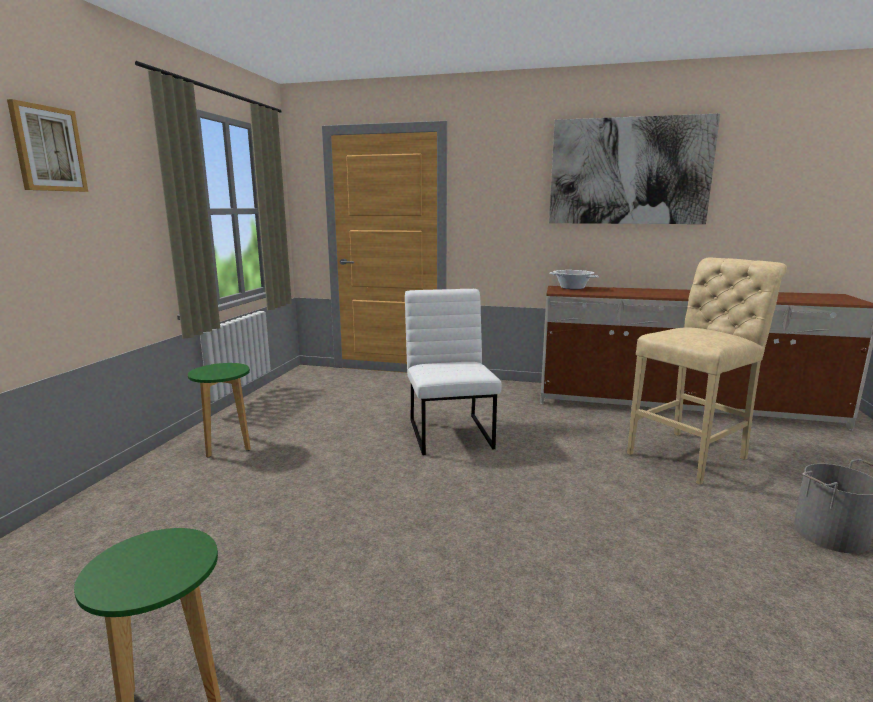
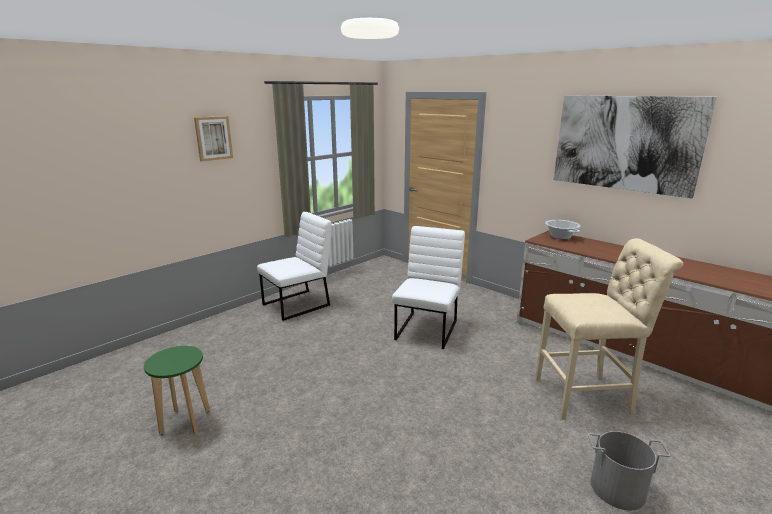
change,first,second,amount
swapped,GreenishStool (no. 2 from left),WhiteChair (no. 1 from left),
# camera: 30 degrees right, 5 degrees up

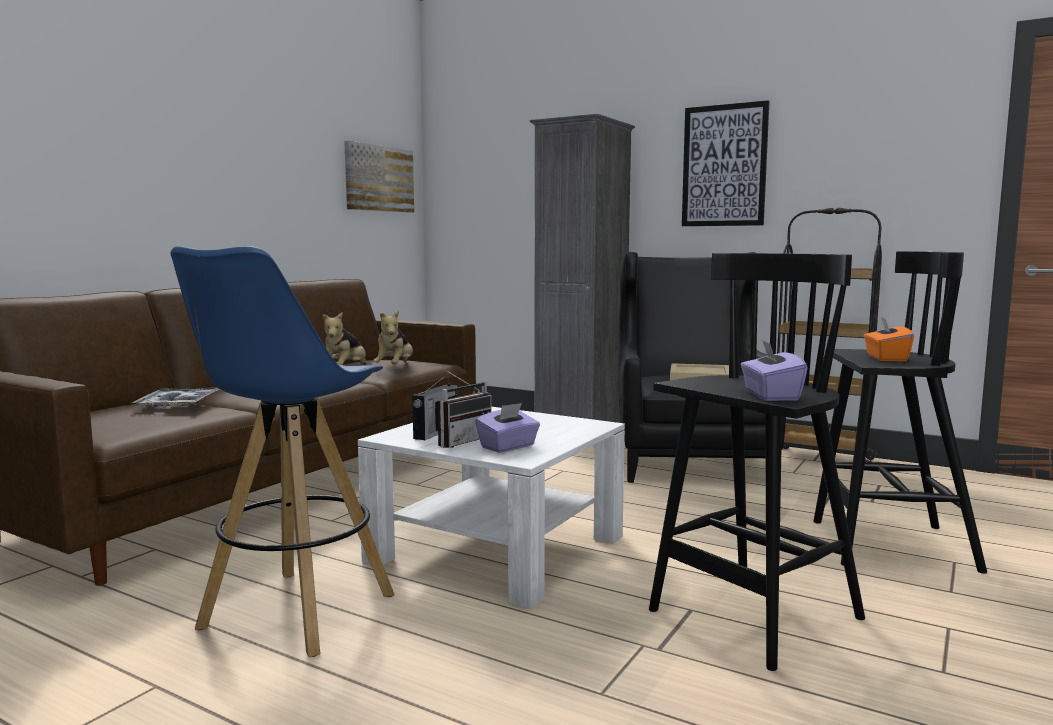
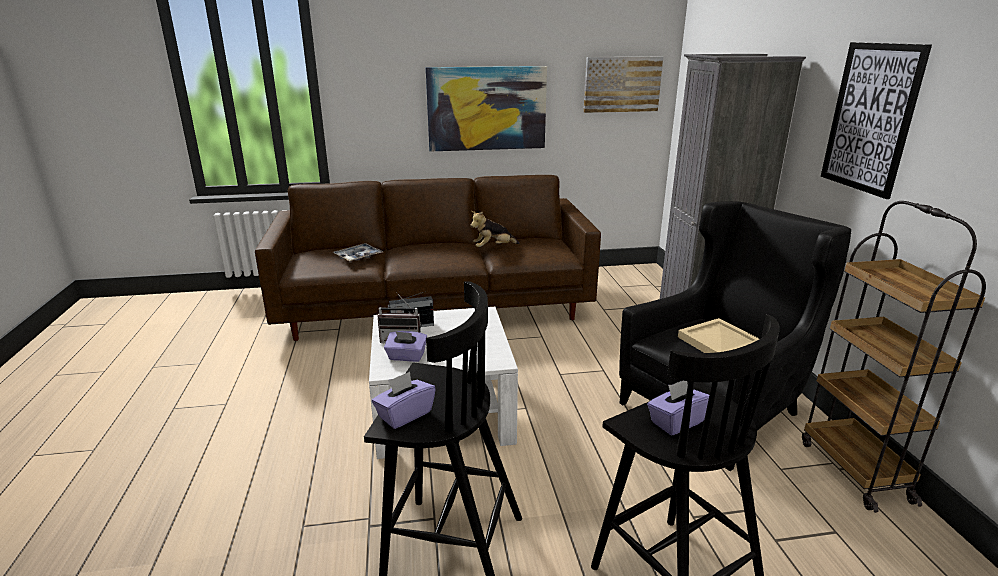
change,first,second,amount
gone,BluishStool,,
gone,SoftToy (no. 2 from left),,
new,,Picture (no. 1 from left),
repainted,OrangeColouredTissueHolder,PurpleColouredTissueHolder (no. 3 from left),
# camera: 50 degrees right, 15 degrees up

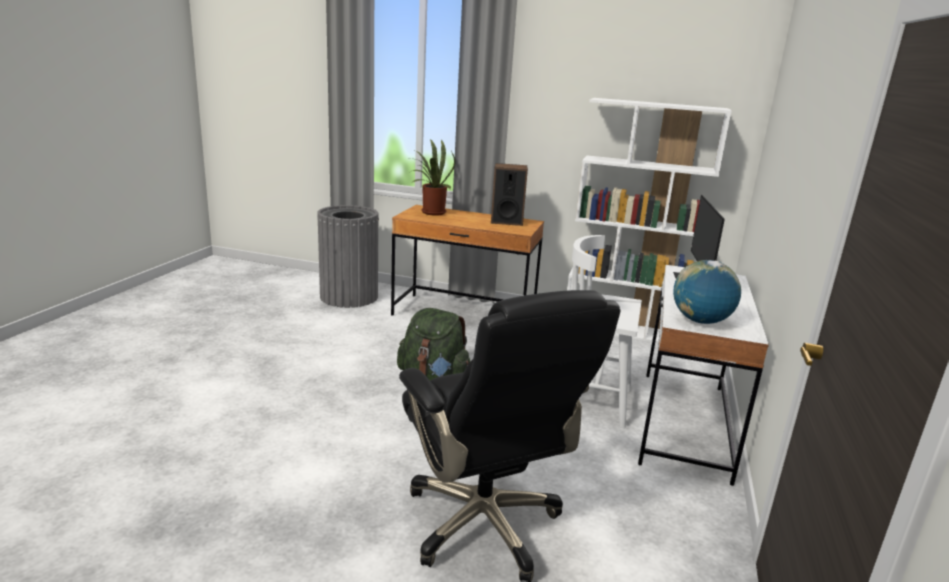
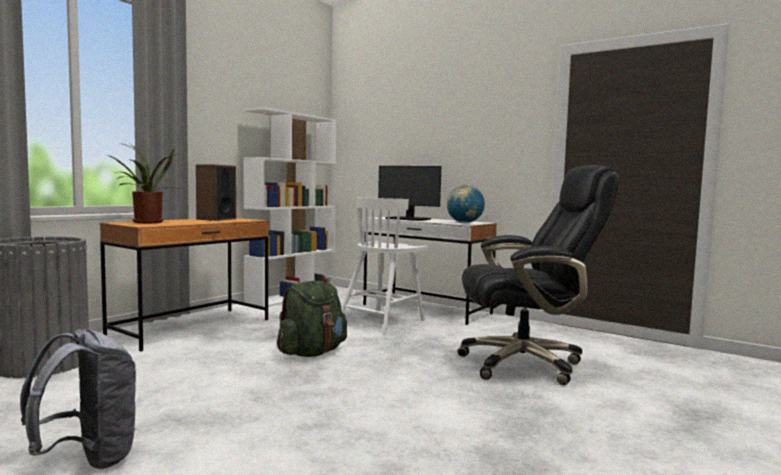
change,first,second,amount
new,,GrayKnapsack,
# camera: 70 degrees left, 15 degrees down

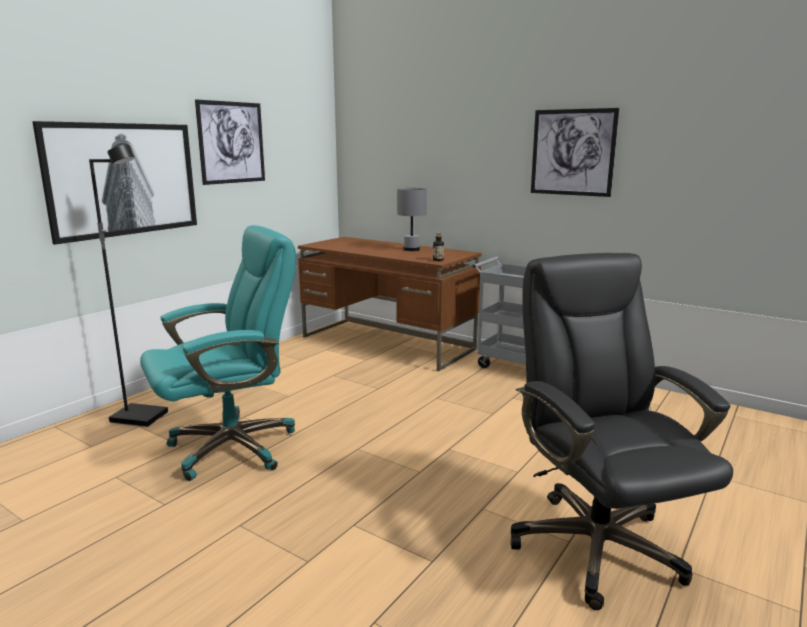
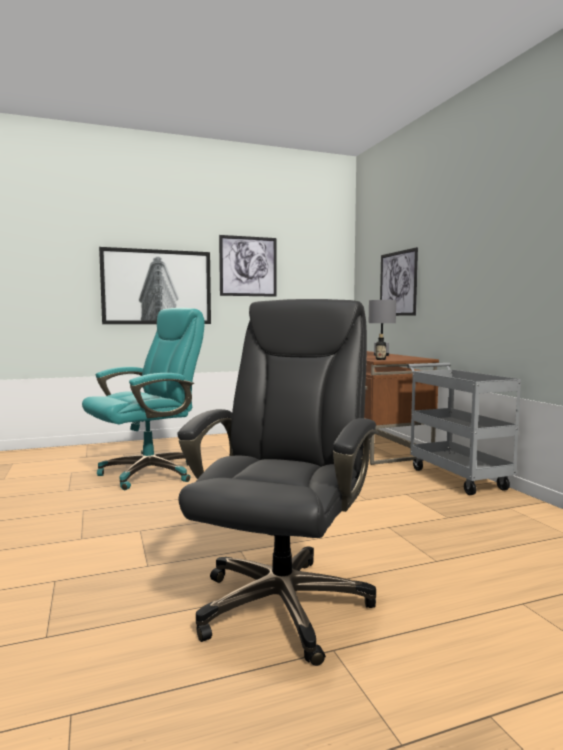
change,first,second,amount
gone,BlackStandingLamp,,
shifted,Picture (no. 3 from left),,
rotated,TurquoiseColouredDeskChair,,45 degrees counterclockwise
# camera: 35 degrees right, 10 degrees down

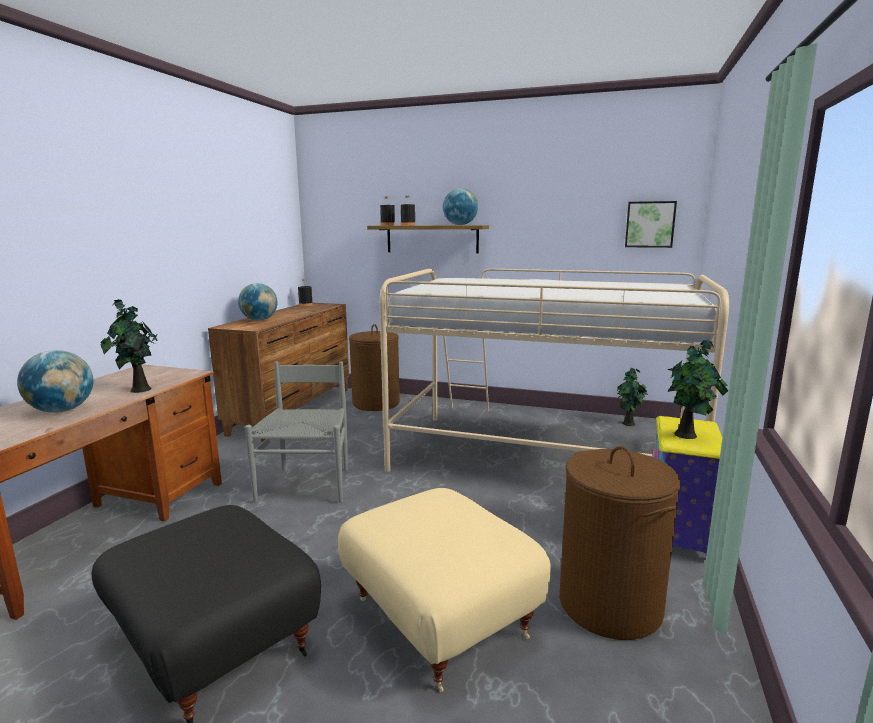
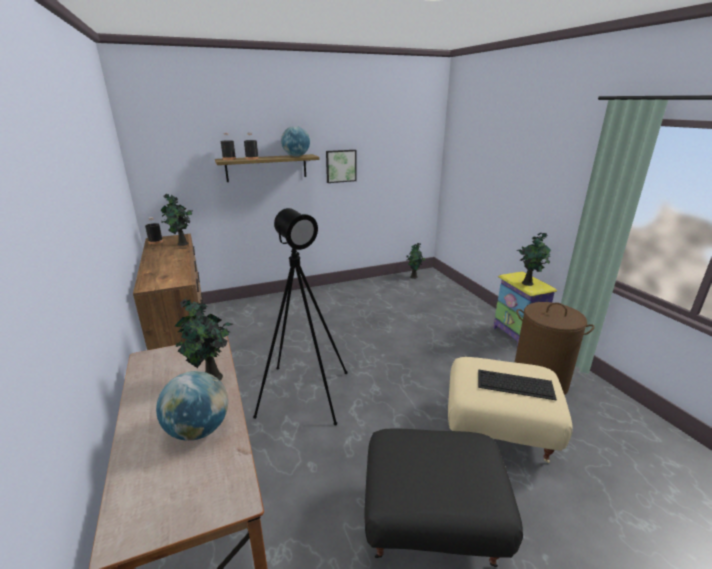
change,first,second,amount
gone,WorldGlobe (no. 2 from left),,
gone,BrownColouredLaundryBasket (no. 1 from left),,
gone,BeigeColouredBedroomBed,,
new,,PlantInAPot (no. 1 from left),
new,,Keyboard,
shifted,Picture,,
swapped,GrayChair,BlackStandingLamp,
# camera: 40 degrees left, 10 degrees up

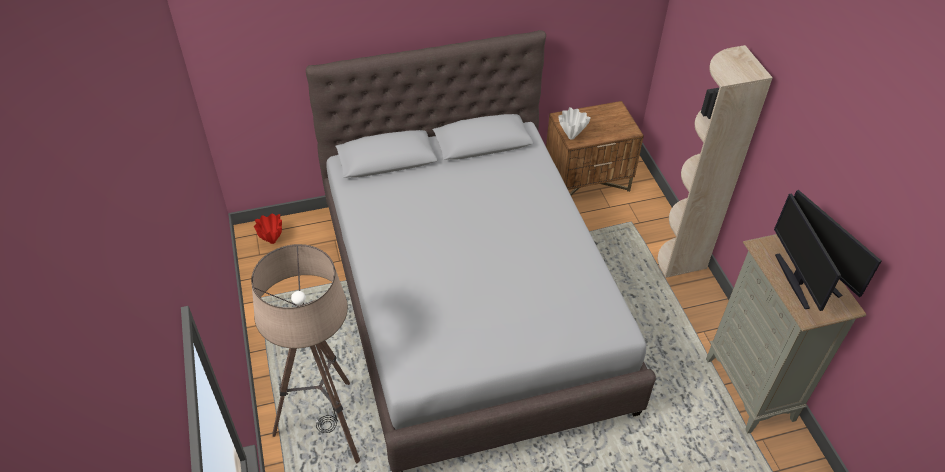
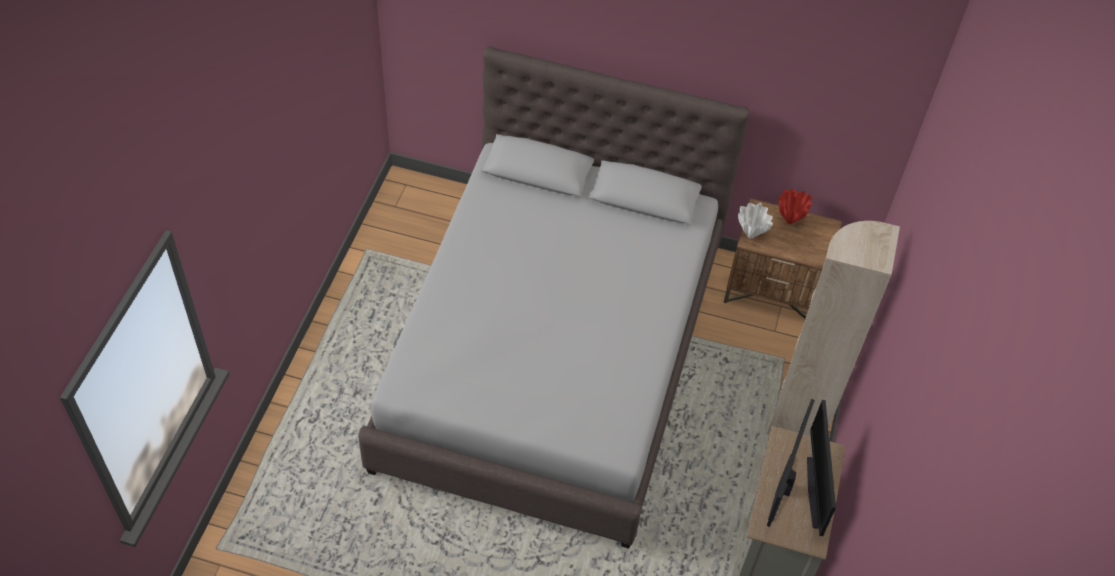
change,first,second,amount
gone,StandingLamp,,
shifted,RedColouredVase,,
# camera: 30 degrees right, 5 degrees up

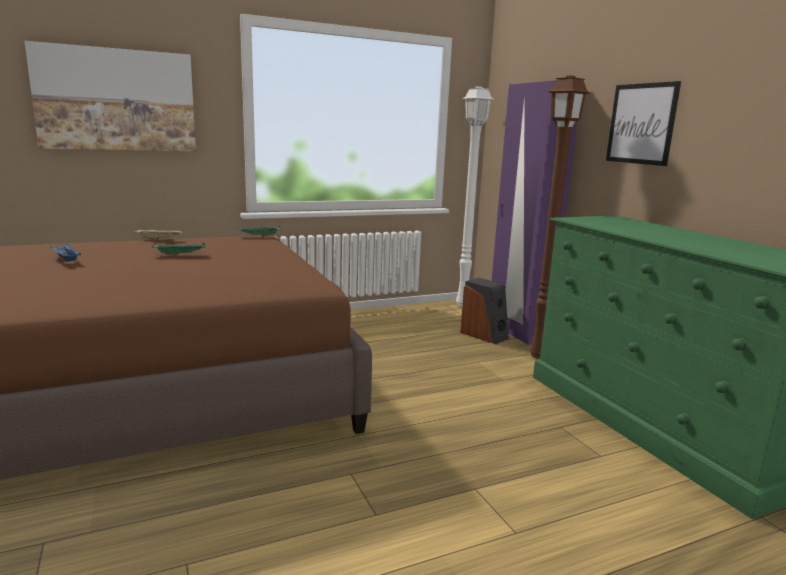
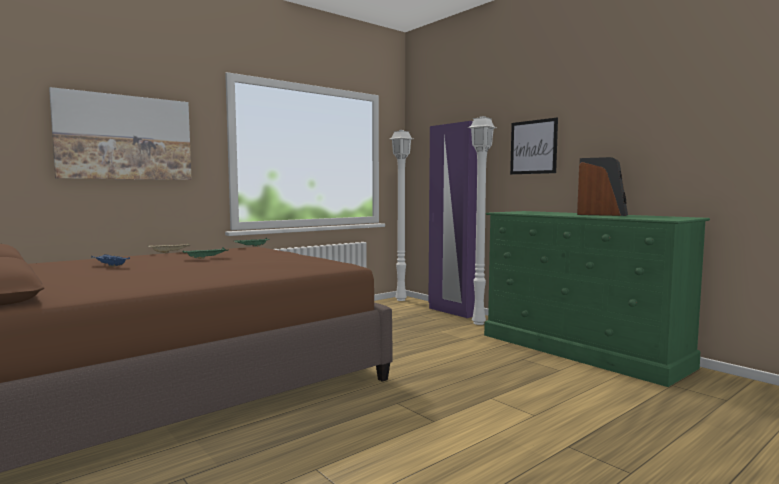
change,first,second,amount
shifted,Speaker,,
repainted,BrownColouredStandingLamp,WhiteStandingLamp (no. 2 from left),
# camera: 15 degrees left, 10 degrees down

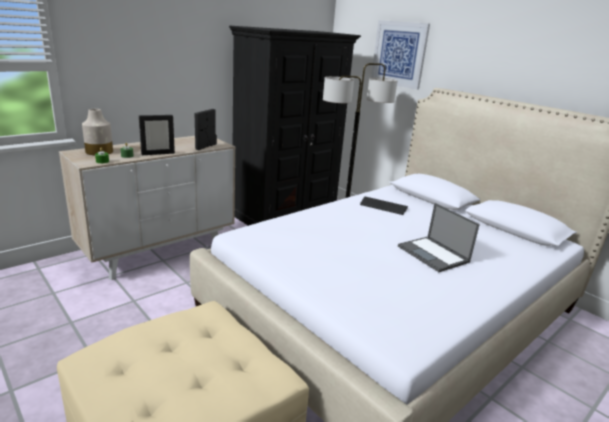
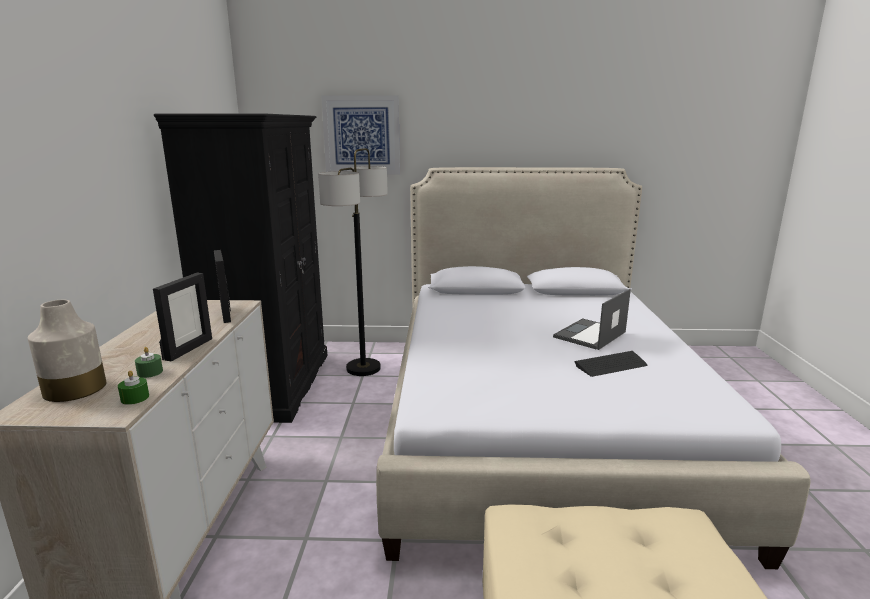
change,first,second,amount
shifted,Keyboard,,
rotated,NotebookComputer,,120 degrees clockwise
# camera: 45 degrees left, 5 degrees down

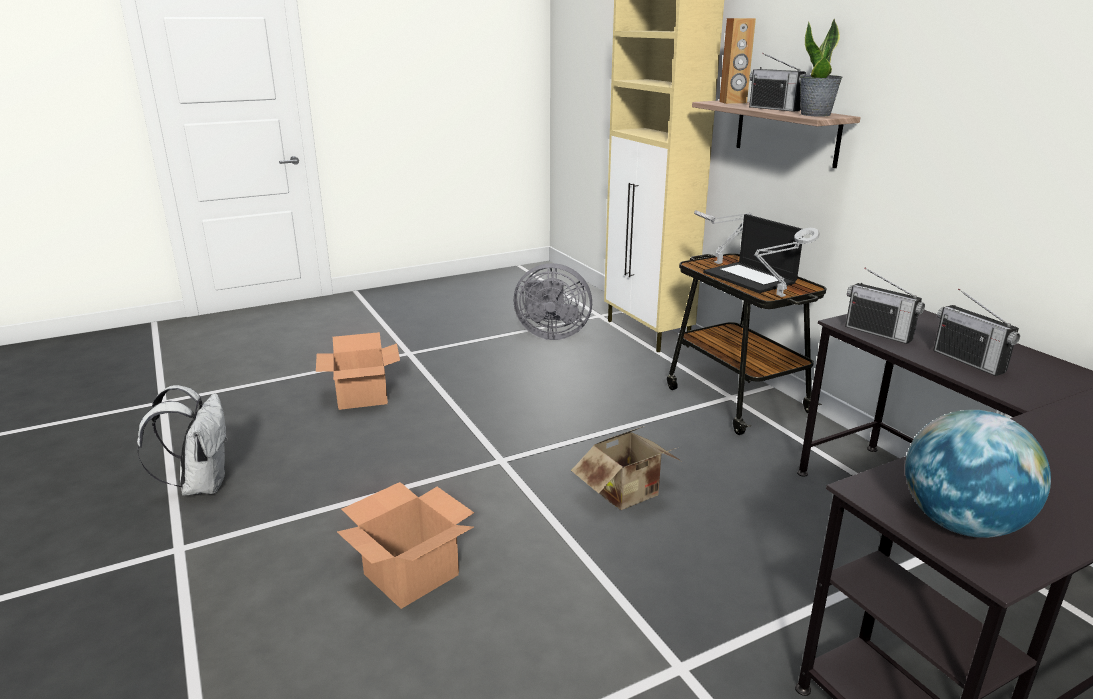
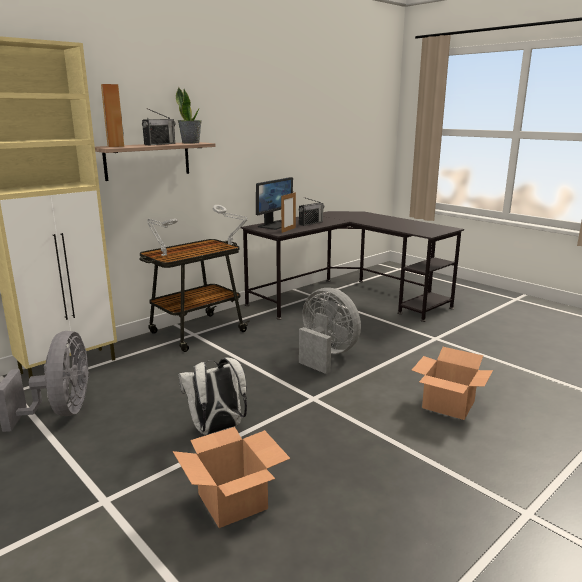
change,first,second,amount
gone,NotebookComputer,,
gone,WorldGlobe,,
new,,ComputerScreen,
shifted,WhiteKnapsack,,
swapped,CardboardBox (no. 3 from left),GrayElectricFan (no. 2 from left),
swapped,Radio (no. 2 from left),PictureFrame,
# camera: 105 degrees left, 5 degrees down

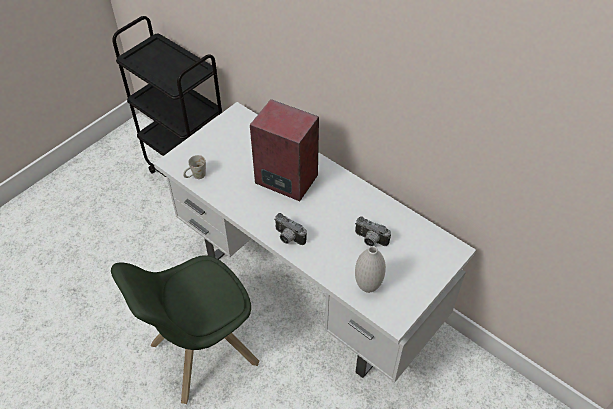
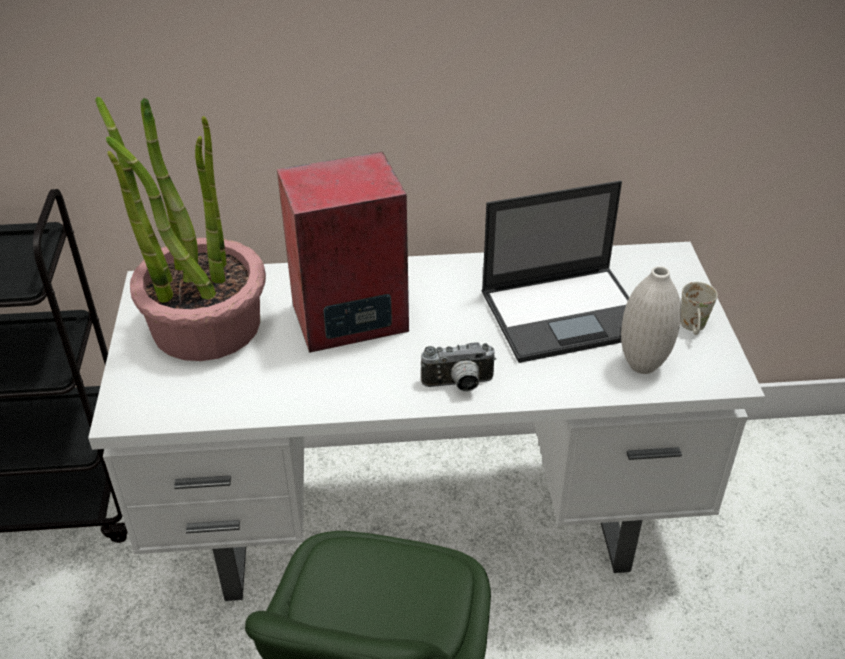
change,first,second,amount
new,,PlantInAPot,
shifted,WhiteTeaMug,,
swapped,StillCamera (no. 2 from left),NotebookComputer,
# camera: 45 degrees left, 10 degrees down

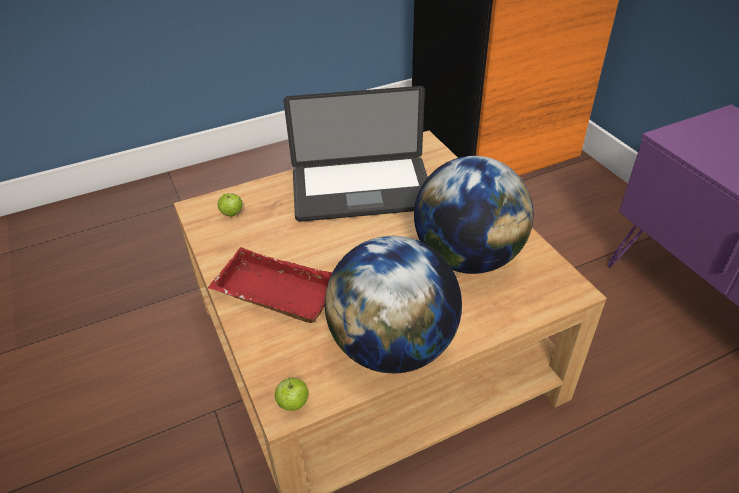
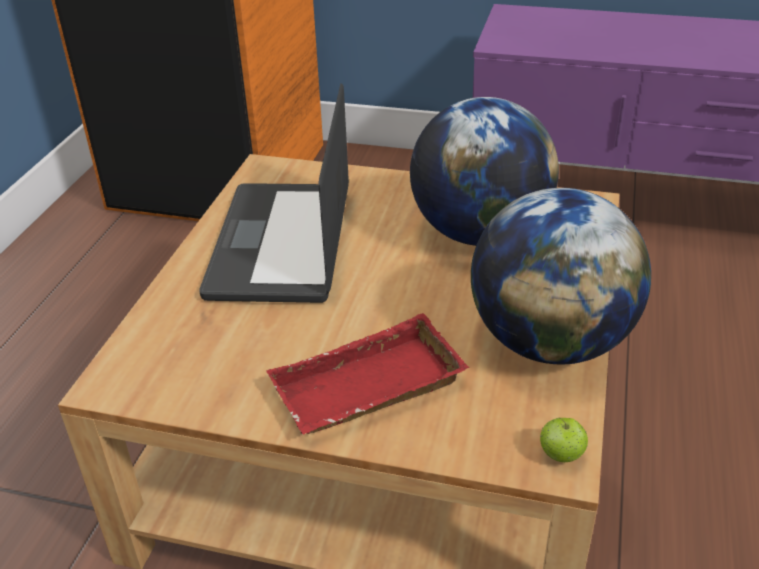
change,first,second,amount
gone,AppleFruit (no. 1 from left),,
rotated,NotebookComputer,,150 degrees clockwise
# camera: 50 degrees left, 5 degrees down

